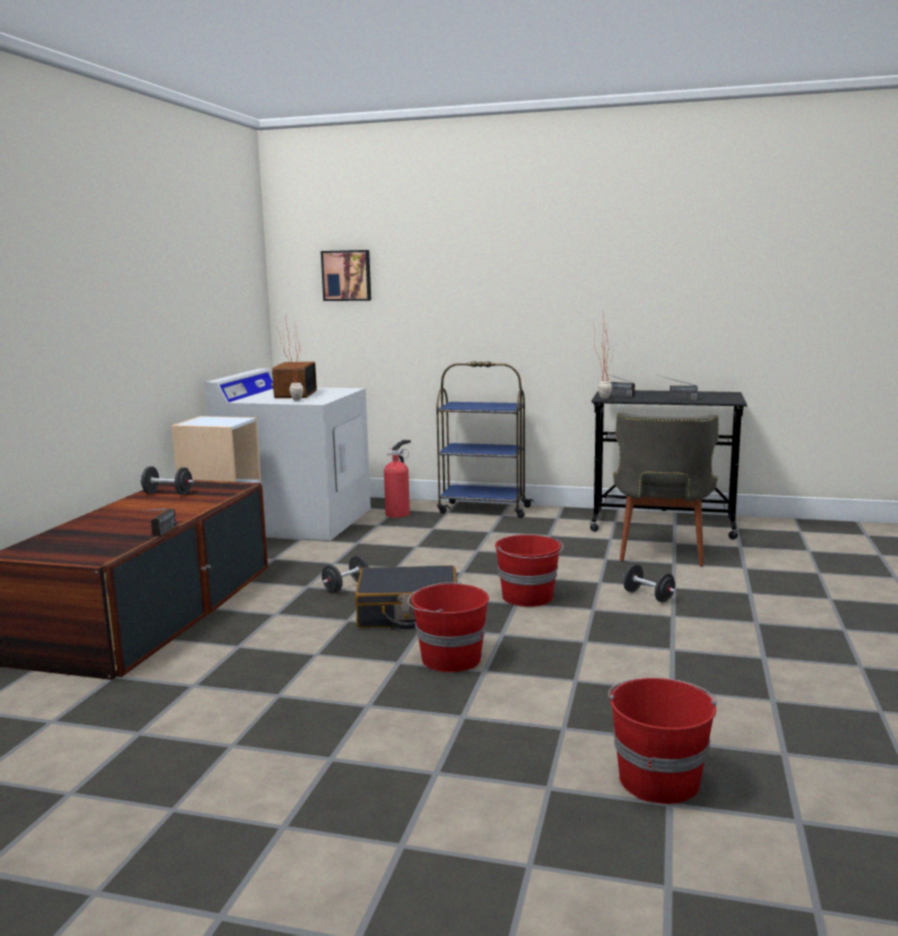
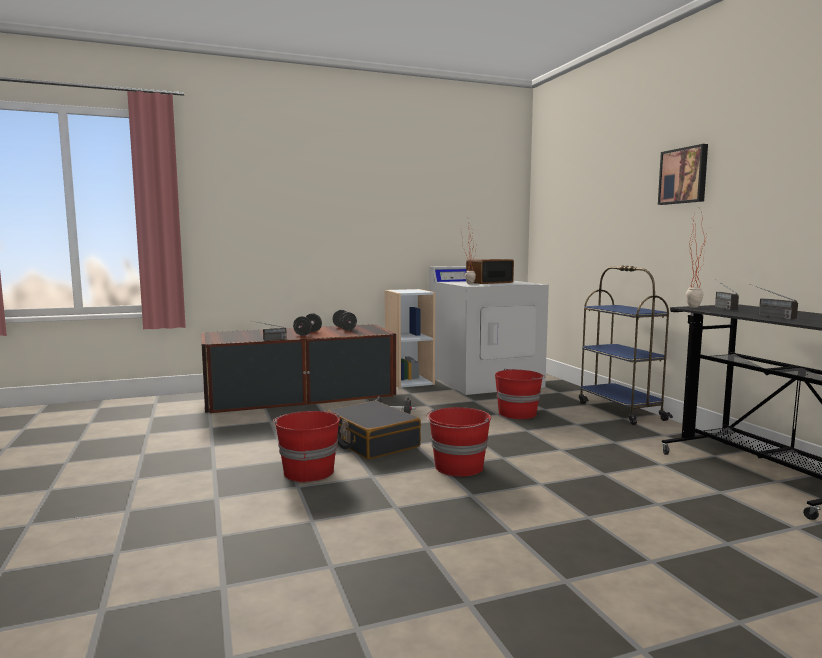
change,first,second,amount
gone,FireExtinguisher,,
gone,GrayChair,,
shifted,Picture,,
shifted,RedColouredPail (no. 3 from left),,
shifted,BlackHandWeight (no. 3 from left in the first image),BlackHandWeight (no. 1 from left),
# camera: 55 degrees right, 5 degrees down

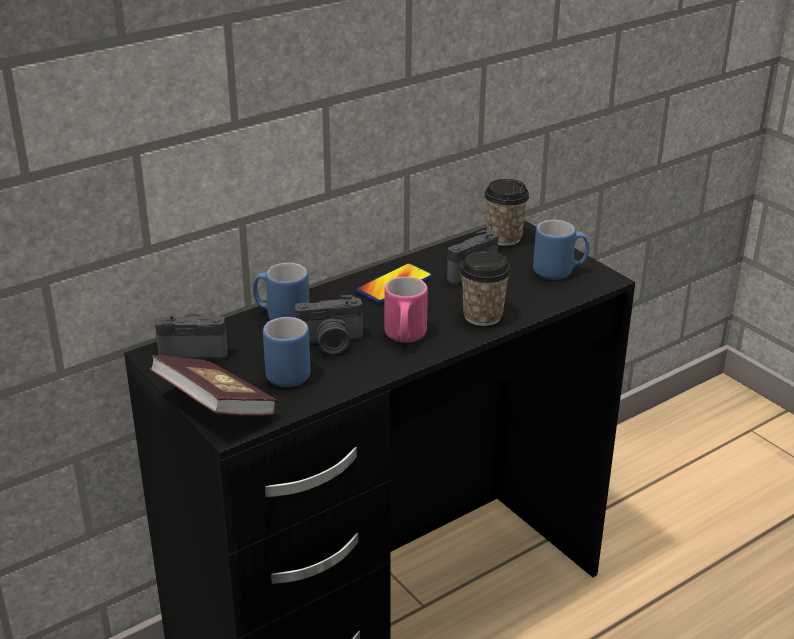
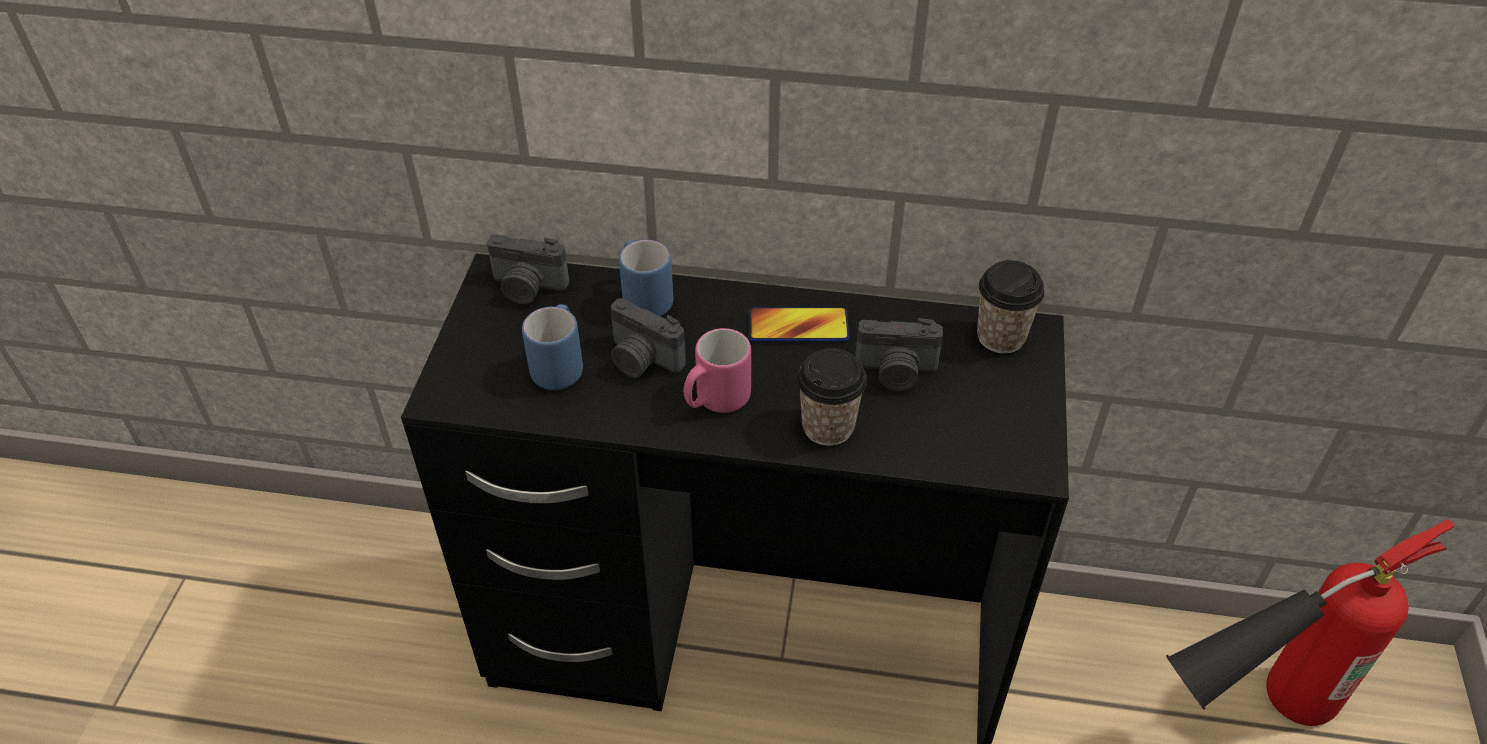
change,first,second,amount
gone,Volume,,
gone,BluishTeaMug (no. 3 from left),,
new,,FireExtinguisher,
rotated,StillCamera (no. 1 from left),,150 degrees clockwise
# camera: 45 degrees right, 15 degrees up

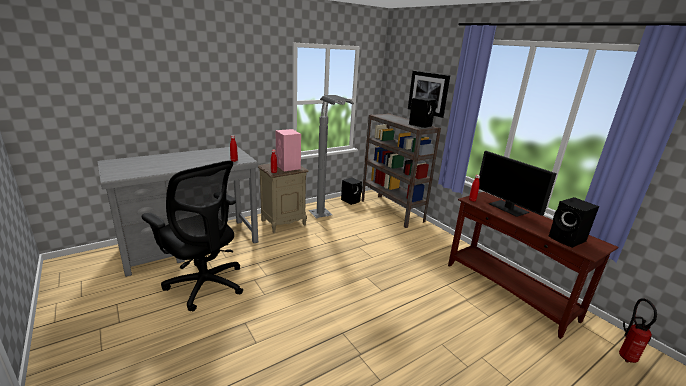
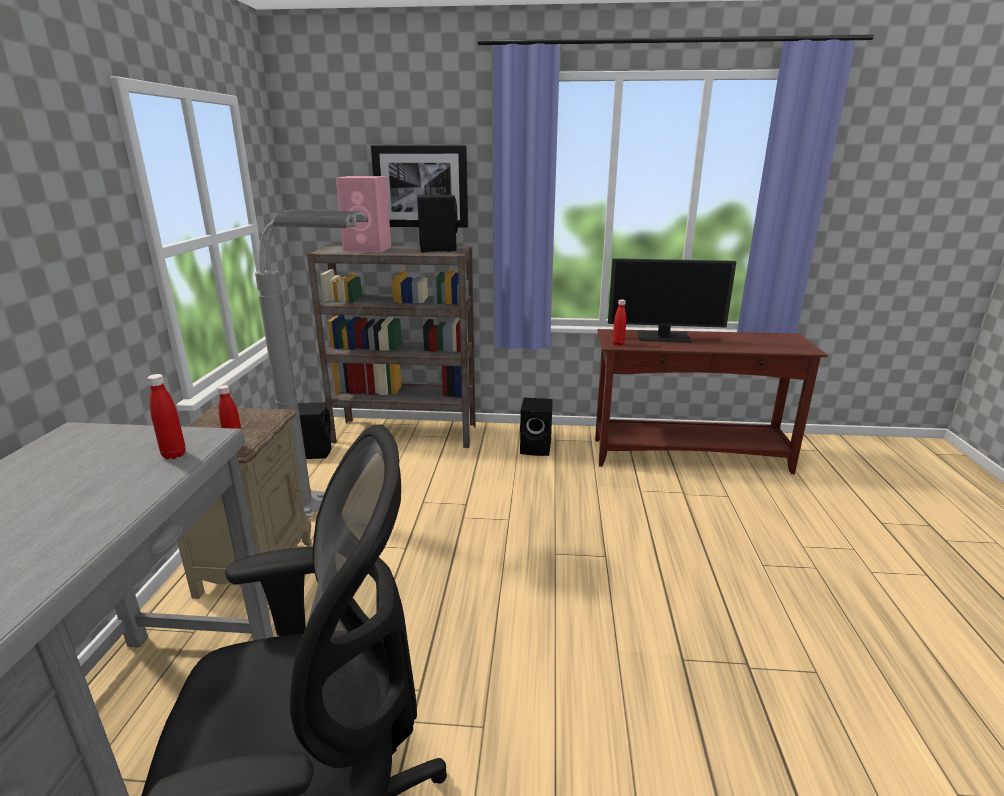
change,first,second,amount
gone,FireExtinguisher,,
shifted,PinkishSpeaker,,
shifted,BlackSpeaker (no. 3 from left),,
# camera: 50 degrees left, 0 degrees up

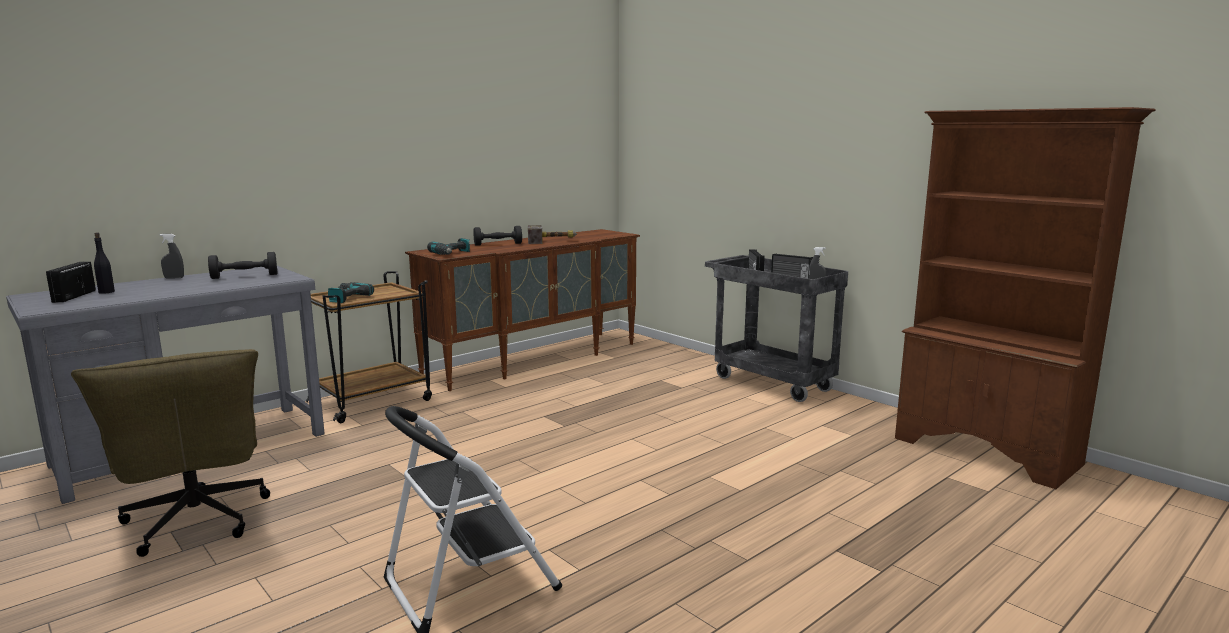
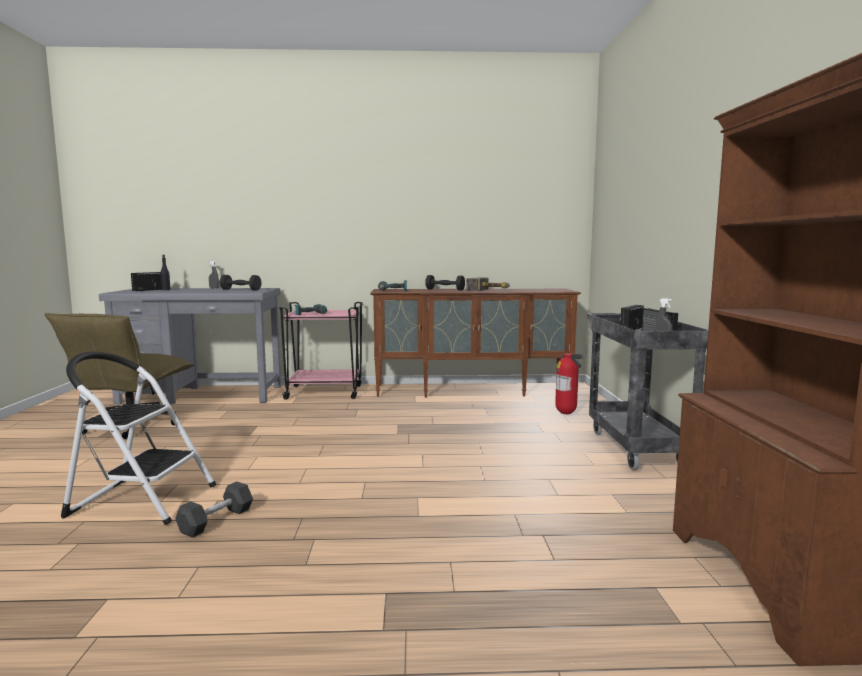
change,first,second,amount
new,,BlackHandWeight (no. 1 from left),
new,,FireExtinguisher,
repainted,BrownColouredTrolley,PinkishTrolley,
# camera: 40 degrees right, 5 degrees down

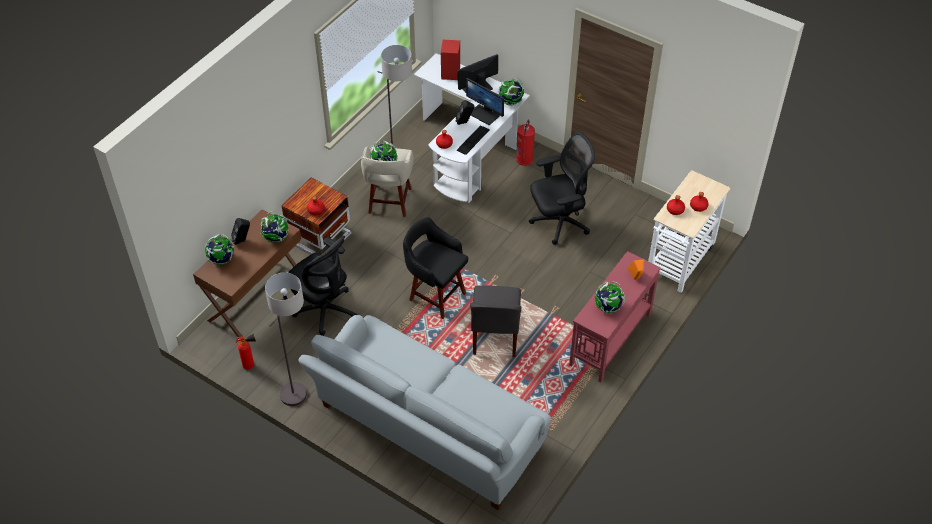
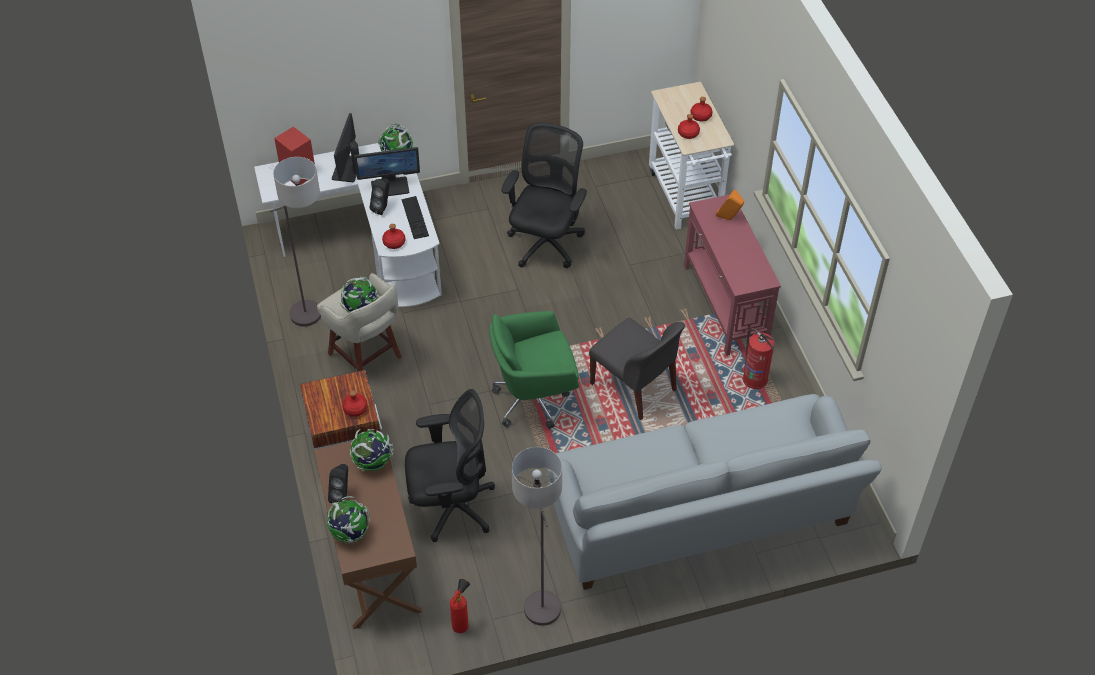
change,first,second,amount
gone,WorldGlobe (no. 5 from left),,
shifted,FireExtinguisher (no. 2 from left),,
swapped,BlackStool,GreenishDeskChair,
# camera: 50 degrees left, 0 degrees up

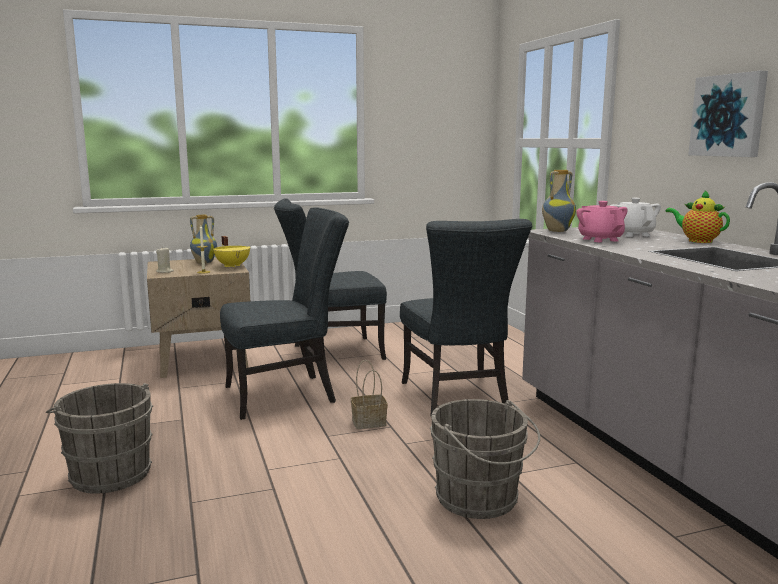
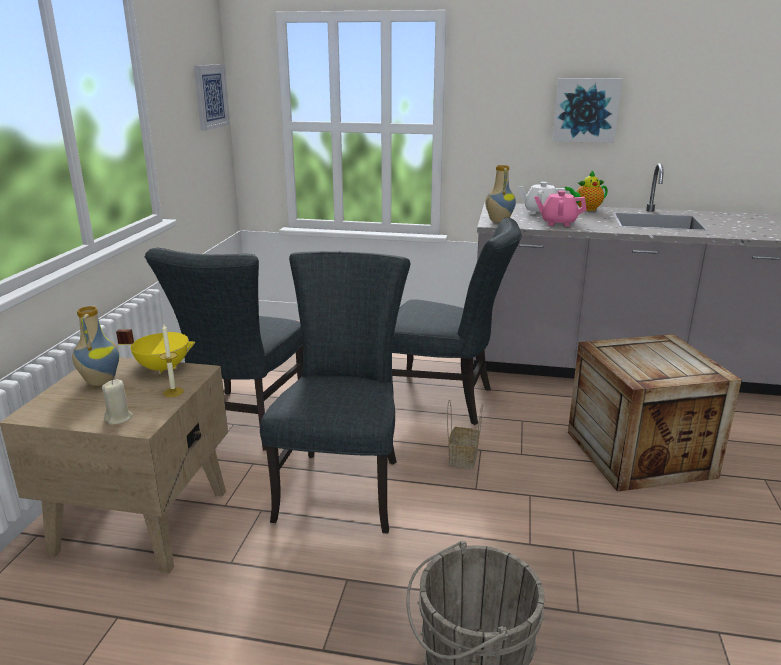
change,first,second,amount
new,,Picture (no. 1 from left),
swapped,GrayPail (no. 2 from left),Crate,
# camera: 60 degrees left, 10 degrees up

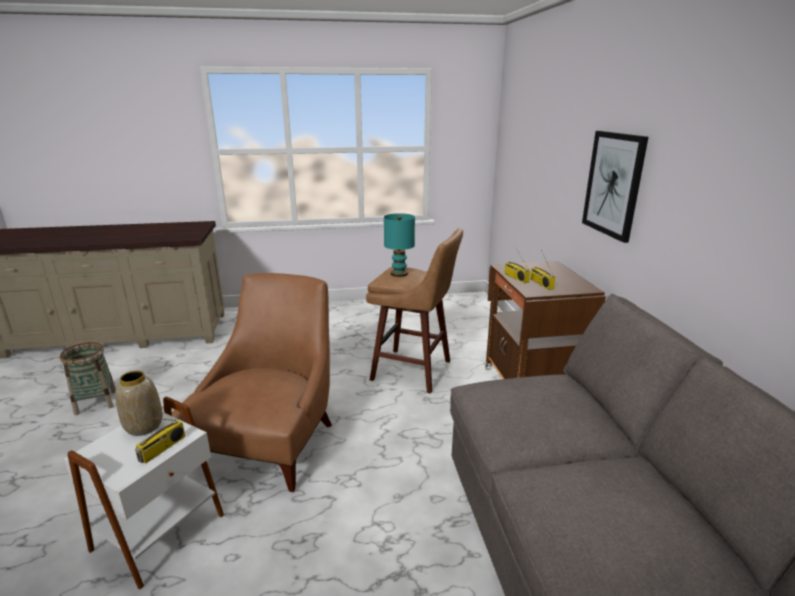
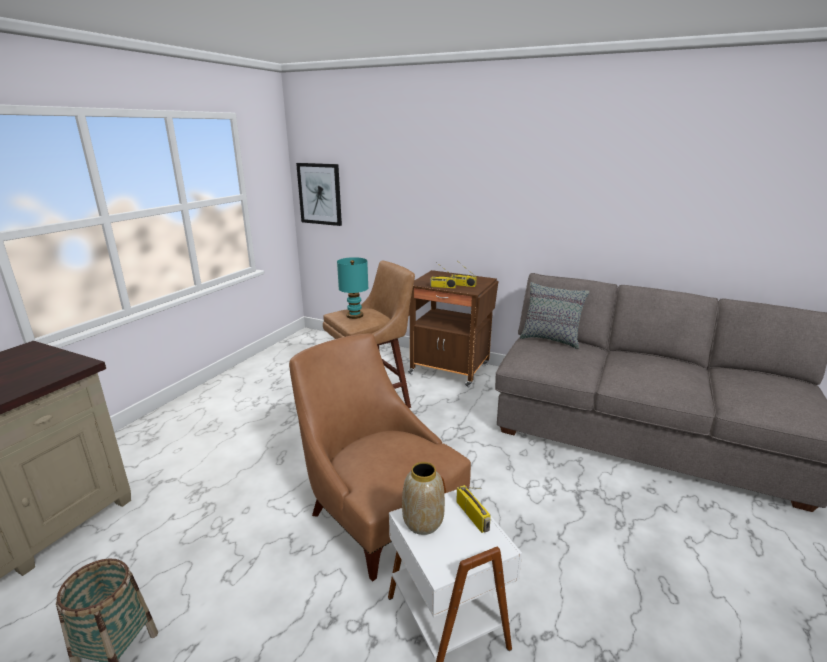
change,first,second,amount
new,,GrayPillow,
shifted,Picture,,
# camera: 55 degrees left, 0 degrees up

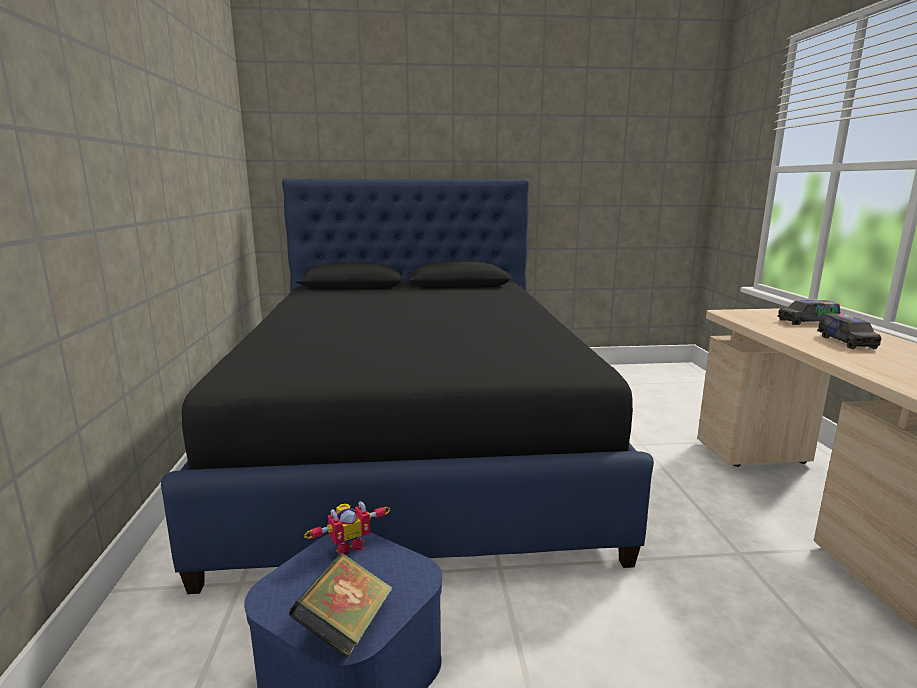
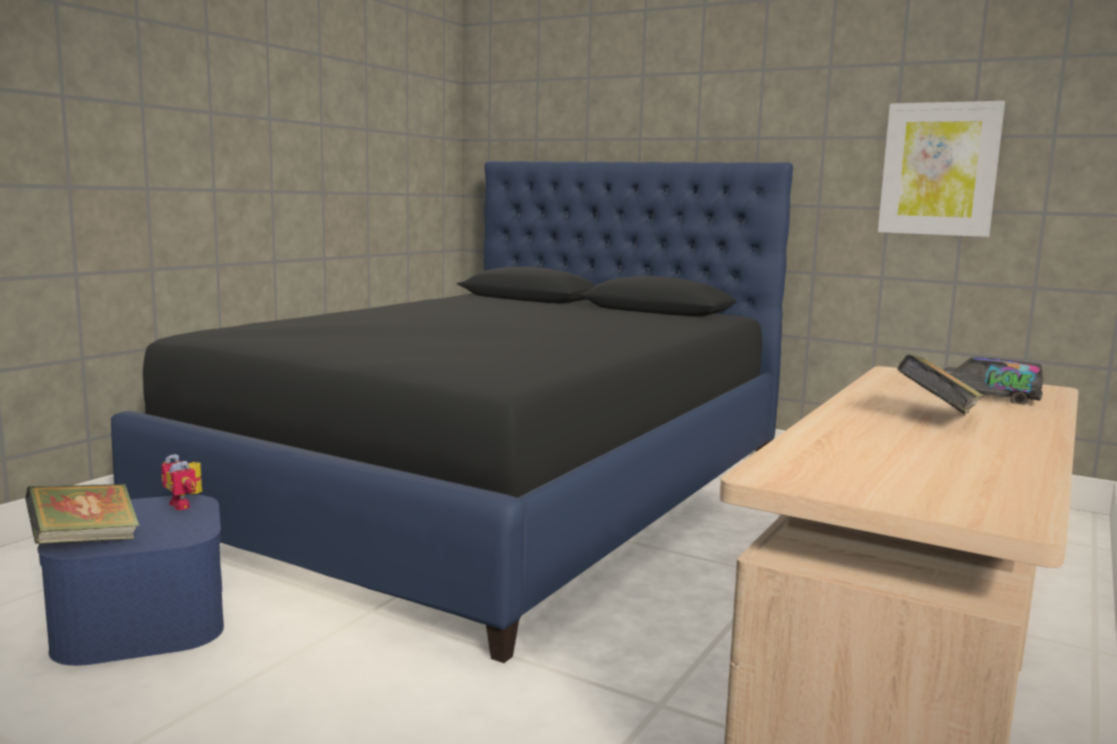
change,first,second,amount
new,,Picture,
swapped,ModelTruck (no. 2 from left),Volume (no. 2 from left),
rotated,RobotFigure,,45 degrees clockwise
# camera: 35 degrees right, 5 degrees down

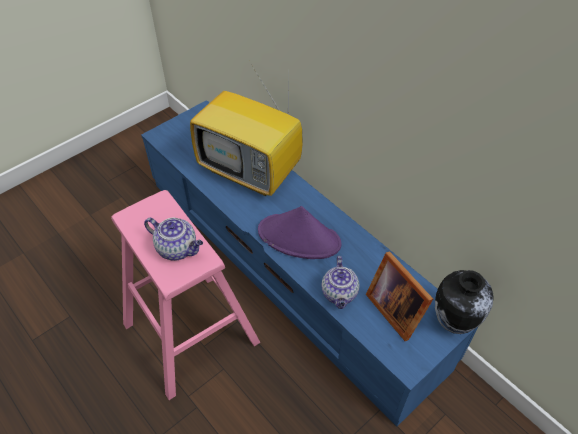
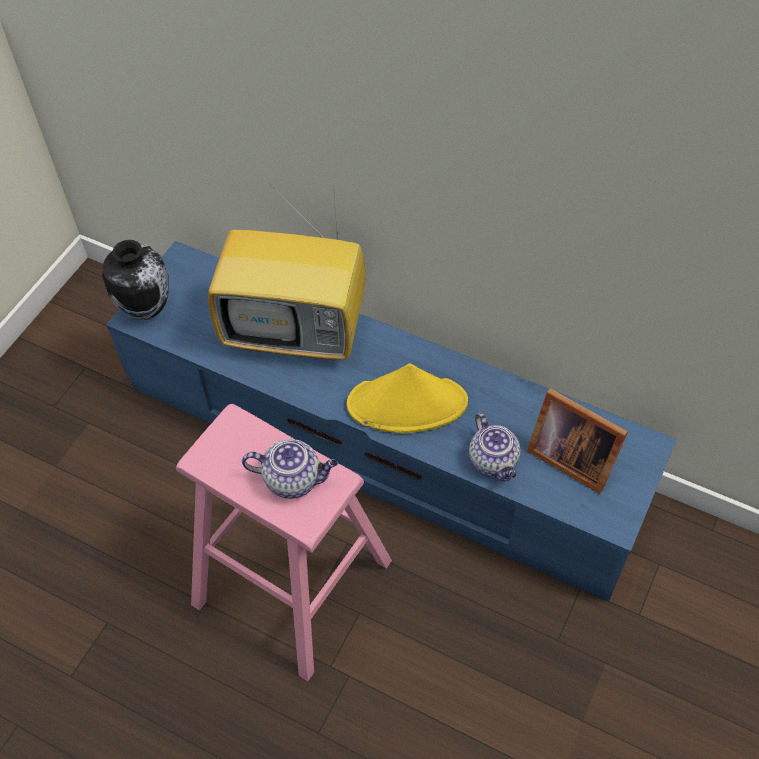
change,first,second,amount
shifted,Vase,,
repainted,PurpleColouredHat,YellowColouredHat,
# camera: 20 degrees left, 5 degrees up

